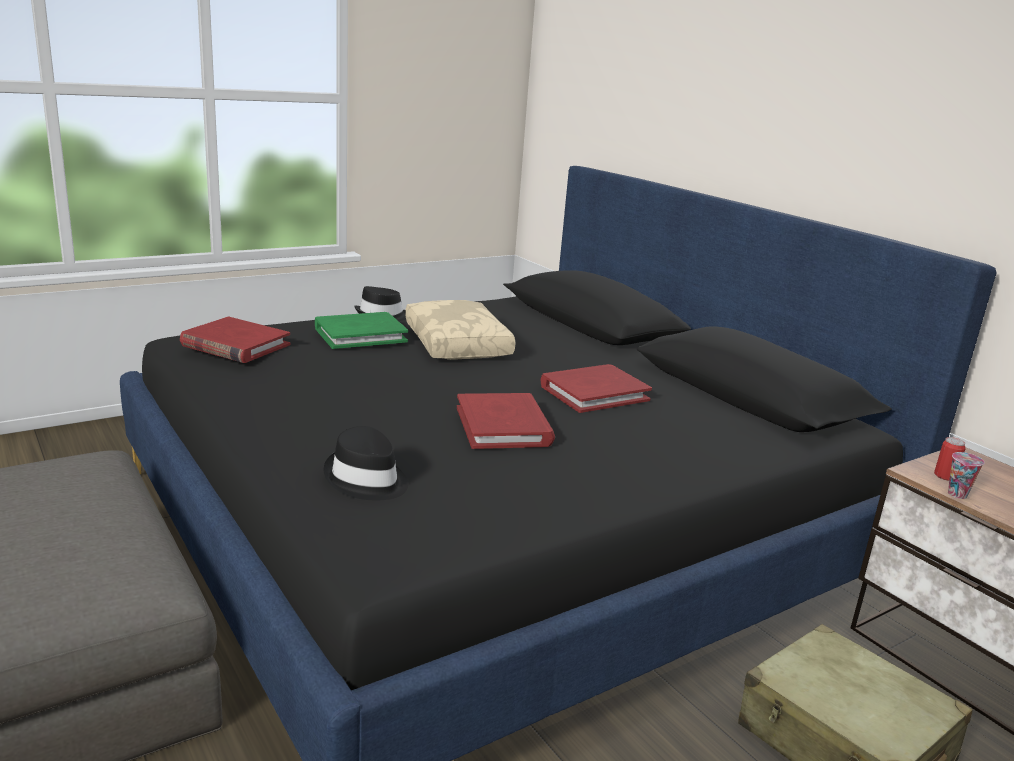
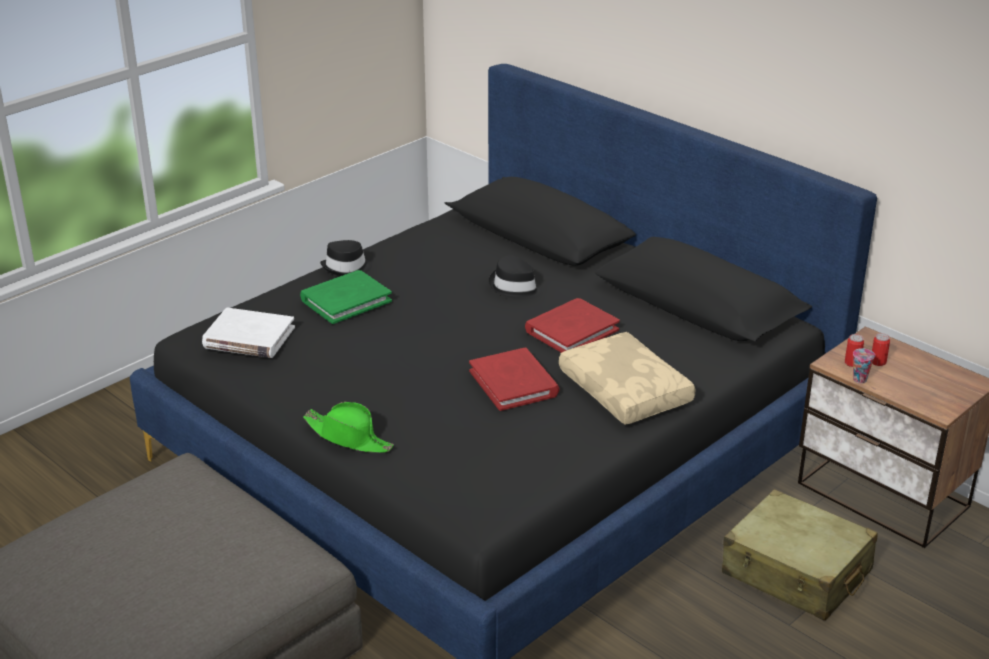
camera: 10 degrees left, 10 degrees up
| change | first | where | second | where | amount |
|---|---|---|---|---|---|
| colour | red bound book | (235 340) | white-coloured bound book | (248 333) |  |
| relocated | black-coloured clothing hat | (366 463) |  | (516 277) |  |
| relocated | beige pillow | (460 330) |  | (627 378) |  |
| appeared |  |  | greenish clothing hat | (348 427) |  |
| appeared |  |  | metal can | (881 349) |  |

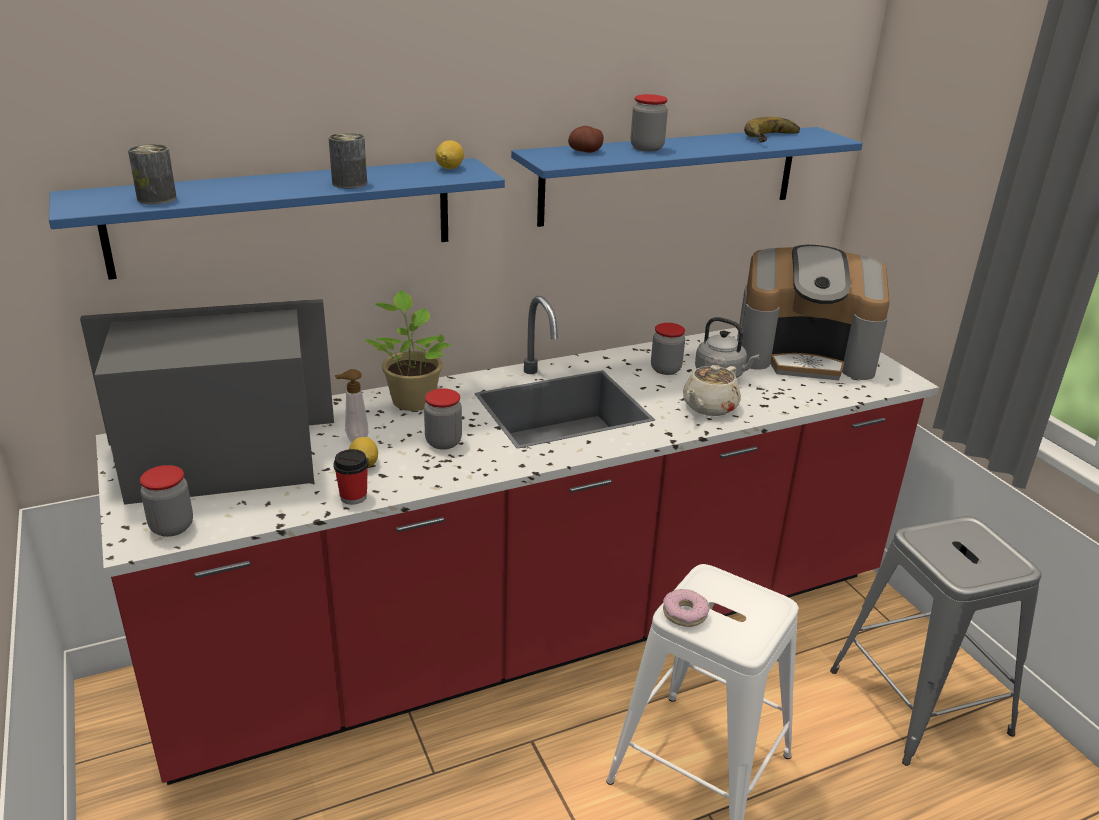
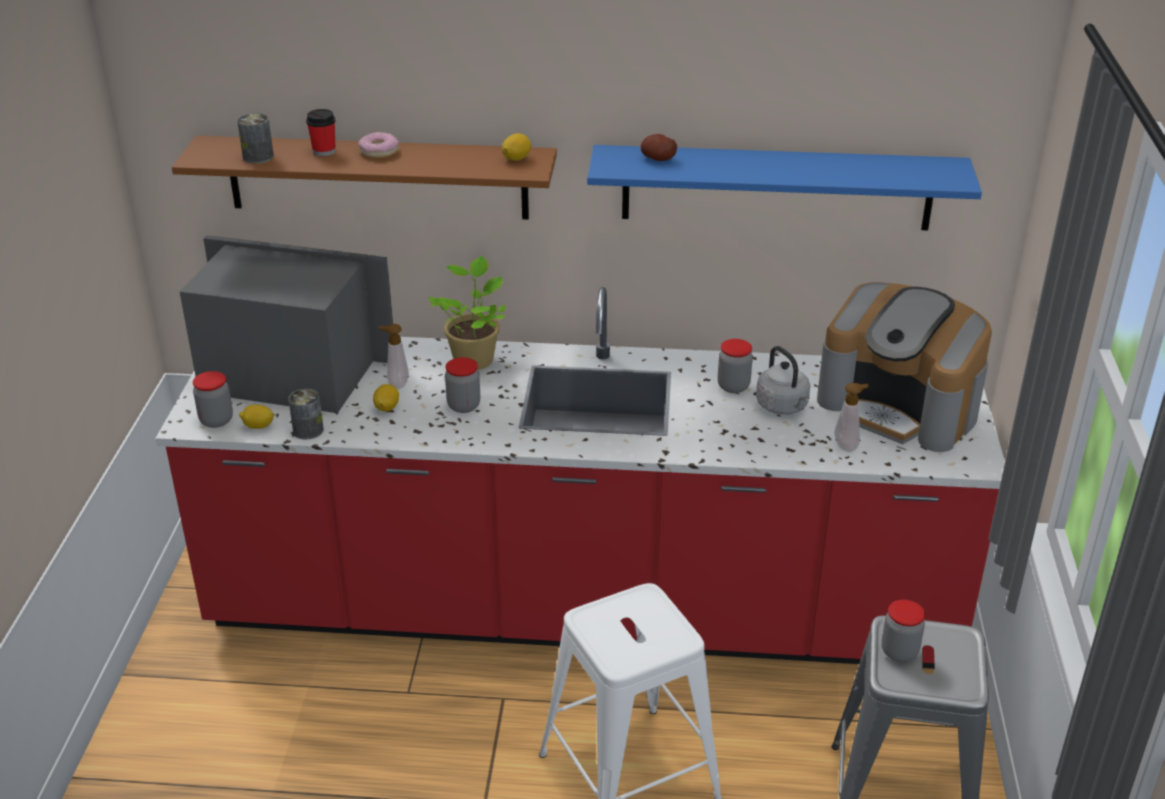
camera: 30 degrees right, 5 degrees up
| change | first | where | second | where | amount |
|---|---|---|---|---|---|
| colour | blue bracket shelf | (277 219) | brown bracket shelf | (364 177) |  |
| relocated | metal can | (347 161) |  | (306 414) |  |
| relocated | drinking cup | (351 477) |  | (321 132) |  |
| relocated | storage jar | (649 123) |  | (903 631) |  |
| relocated | doughnut | (686 608) |  | (378 145) |  |
| missing | beige pot for tea | (712 390) |  |  |  |
| missing | banana | (772 130) |  |  |  |
| appeared |  |  | citrus fruit | (256 417) |  |
| appeared |  |  | liquid soap bottle | (851 417) |  |

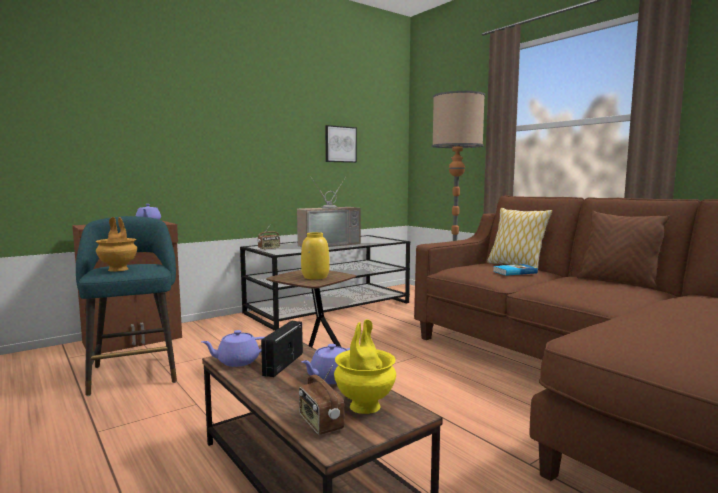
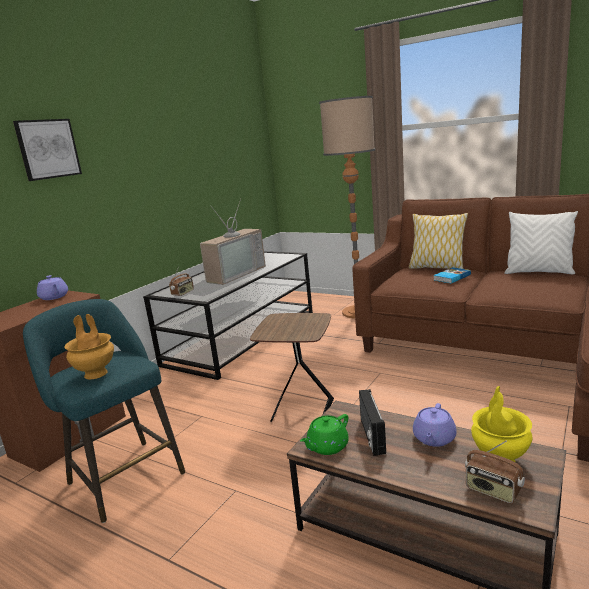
camera: 20 degrees left, 10 degrees up
| change | first | where | second | where | amount |
|---|---|---|---|---|---|
| colour | purple-coloured pot for tea | (232 348) | greenish pot for tea | (324 434) |  |
| missing | yellowish vase | (315 255) |  |  |  |
| relocated | wall picture | (341 144) |  | (47 150) |  |
| colour | brown pillow | (623 249) | white-coloured pillow | (541 242) |  |

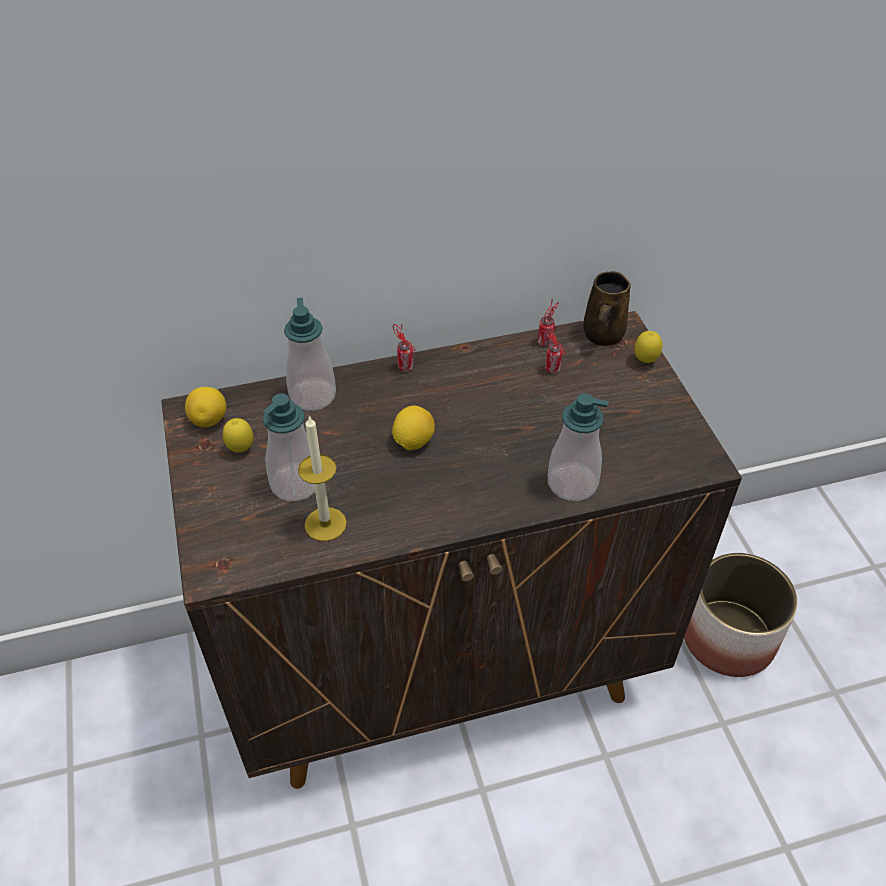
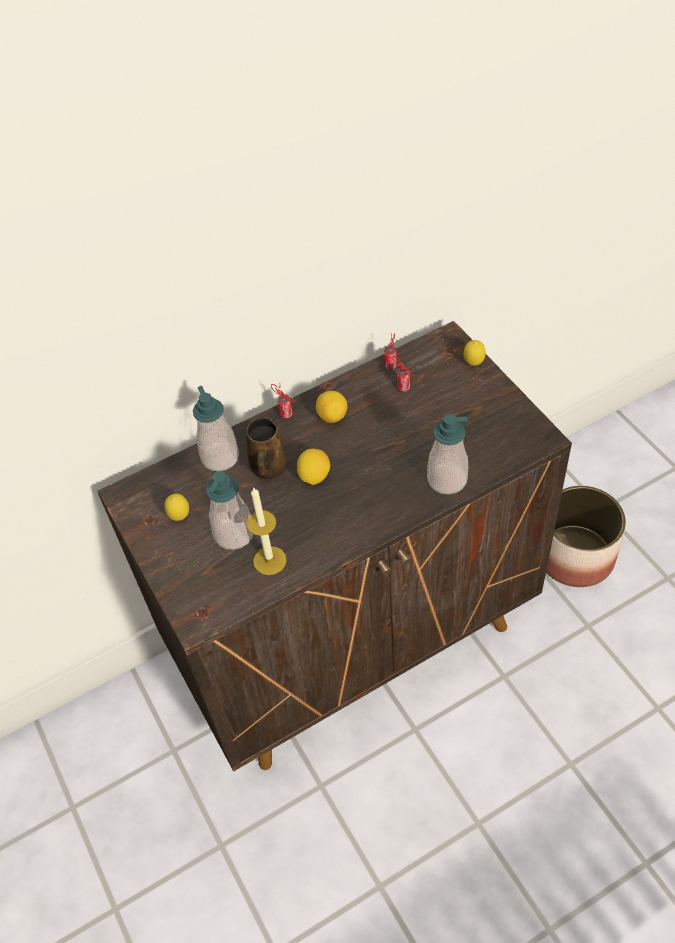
camera: 10 degrees left, 5 degrees up
| change | first | where | second | where | amount |
|---|---|---|---|---|---|
| relocated | citrus fruit | (205 407) |  | (331 407) |  |
| relocated | brown tea mug | (607 308) |  | (266 448) |  |

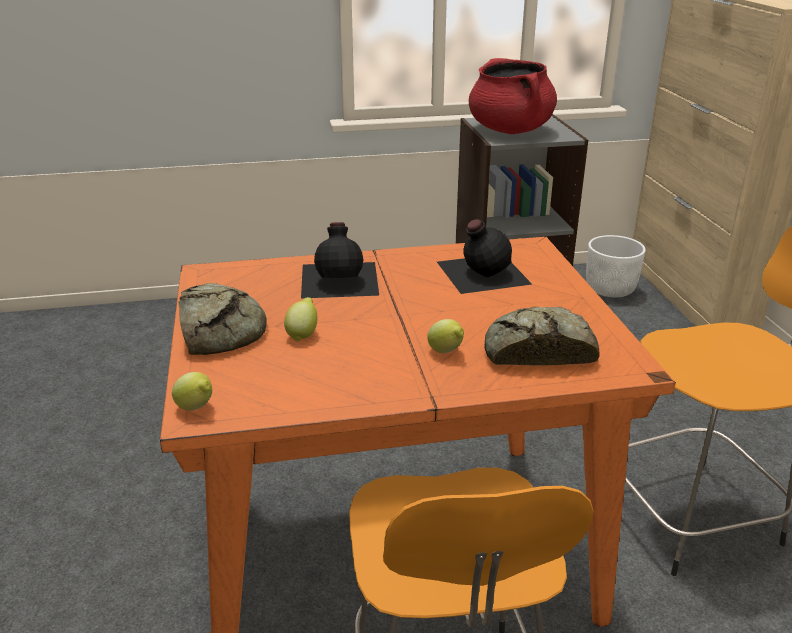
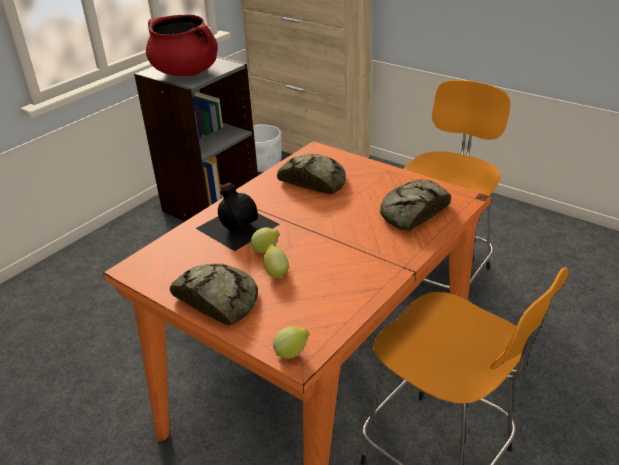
camera: 40 degrees left, 5 degrees up
| change | first | where | second | where | amount |
|---|---|---|---|---|---|
| relocated | citrus fruit | (445 336) |  | (265 240) |  |
| exchanged | black-coloured drink bottle | (484 256) | baked bread | (311 174) |  |

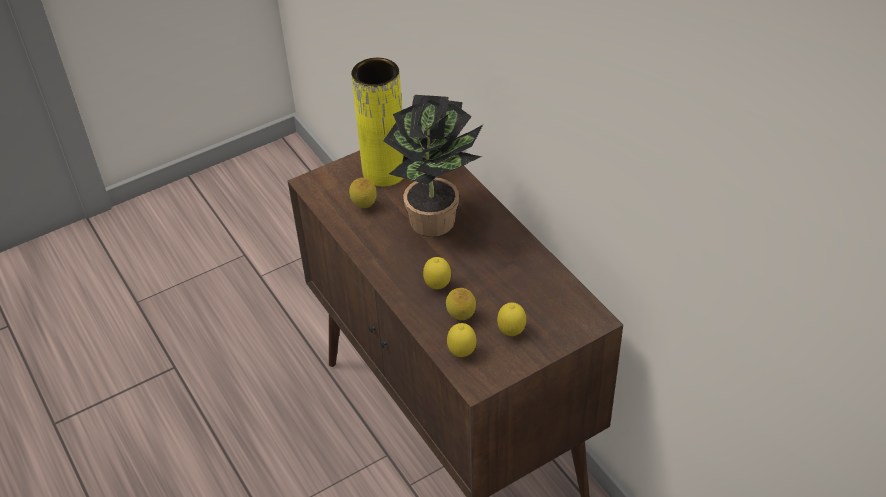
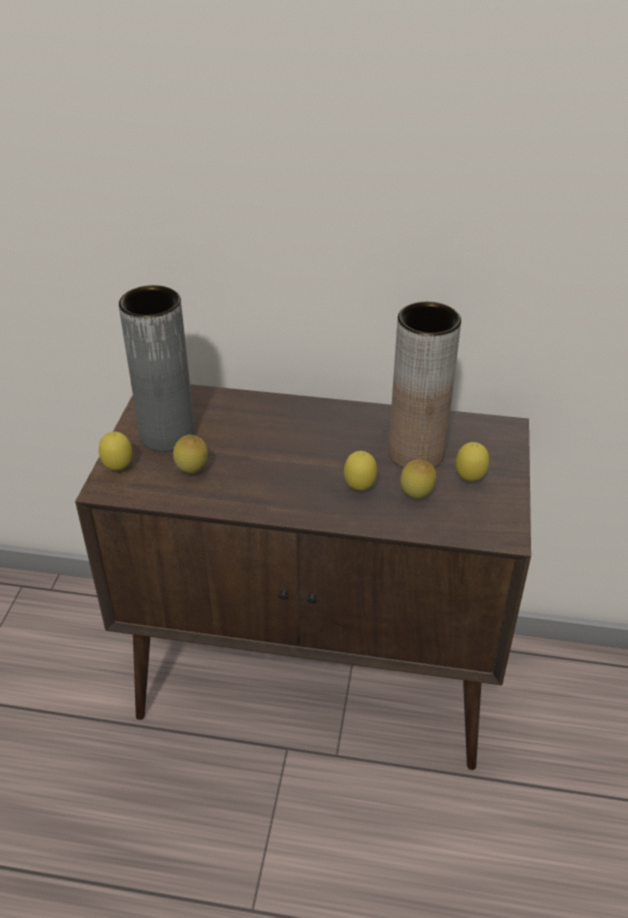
camera: 50 degrees left, 5 degrees down
| change | first | where | second | where | amount |
|---|---|---|---|---|---|
| colour | yellowish vase | (377 122) | gray vase | (157 368) |  |
| missing | potted plant | (433 166) |  |  |  |
| relocated | citrus fruit | (461 340) |  | (115 451) |  |
| appeared |  |  | brown vase | (425 385) |  |

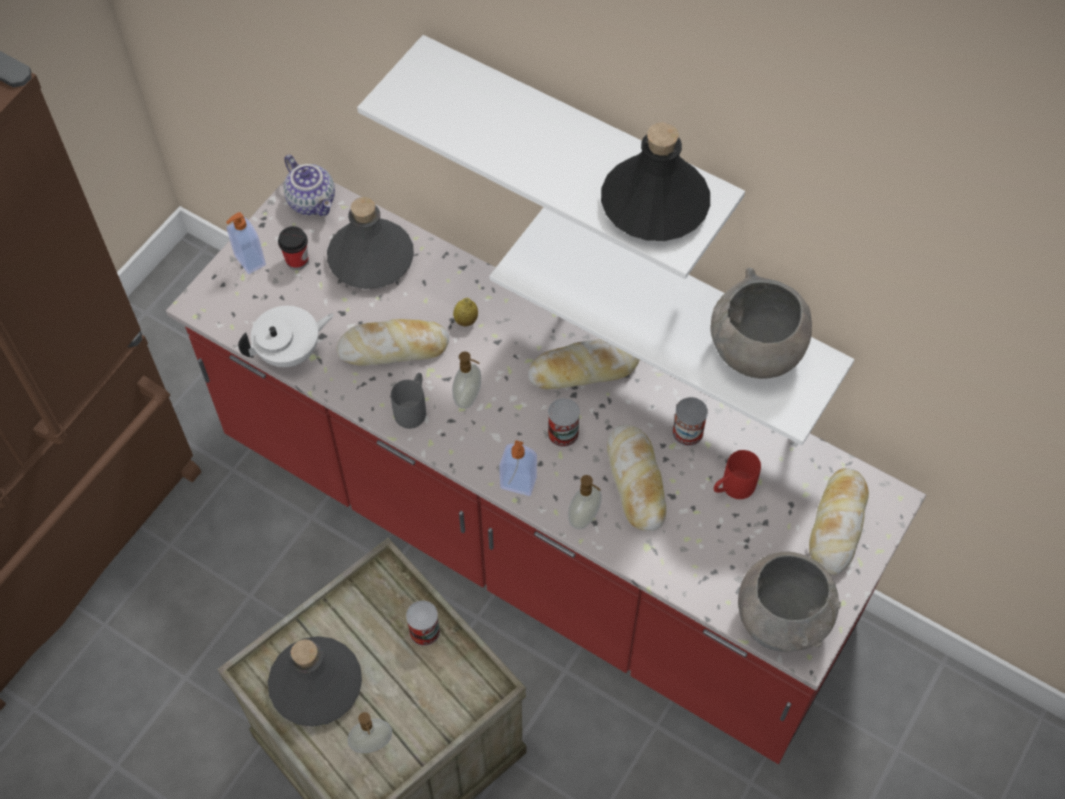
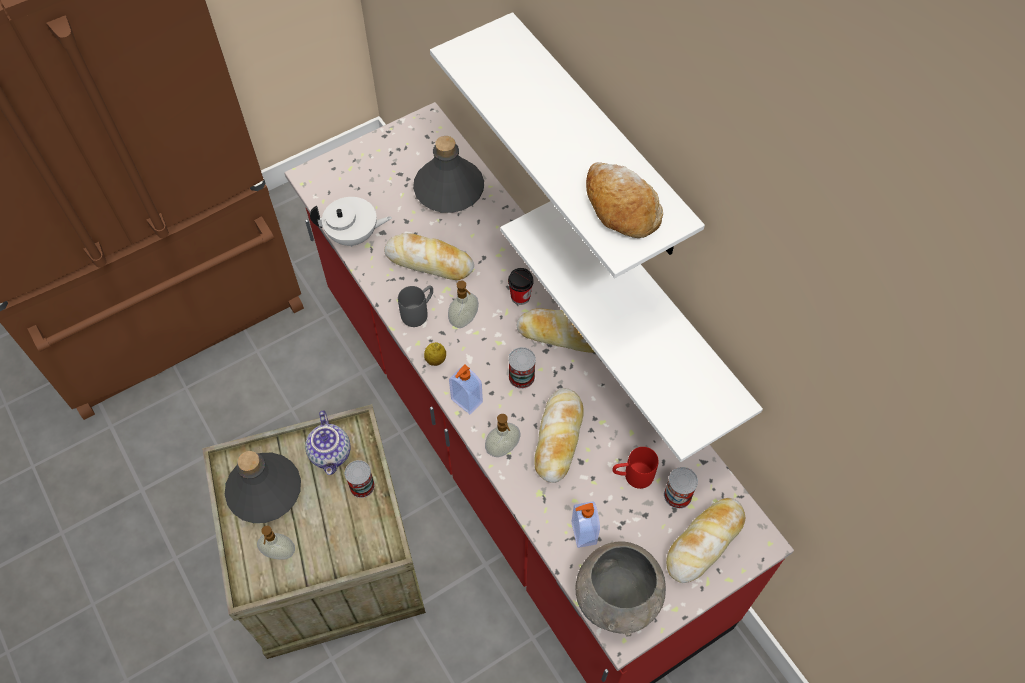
camera: 25 degrees right, 0 degrees up
| change | first | where | second | where | amount |
|---|---|---|---|---|---|
| relocated | liquid soap bottle | (246 243) |  | (586 524) |  |
| relocated | drinking cup | (293 248) |  | (521 286) |  |
| relocated | pot for tea | (309 185) |  | (328 442) |  |
| relocated | citrus fruit | (465 312) |  | (435 354) |  |
| exchanged | black-coloured drink bottle | (655 181) | baked bread | (624 200) |  |
| relocated | metal can | (690 421) |  | (681 488) |  |
| missing | gray serving bowl | (761 323) |  |  |  |

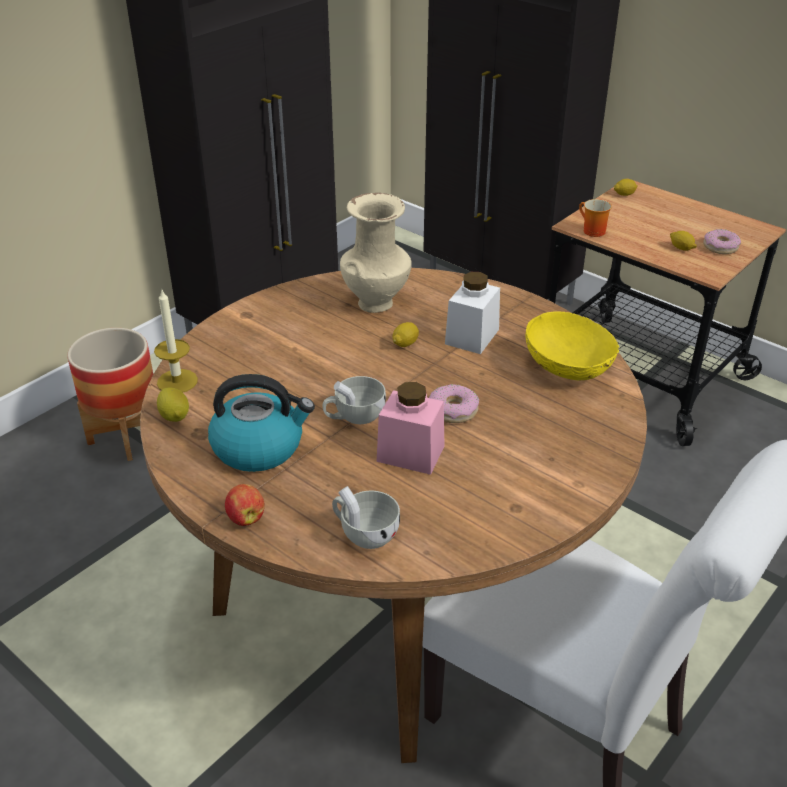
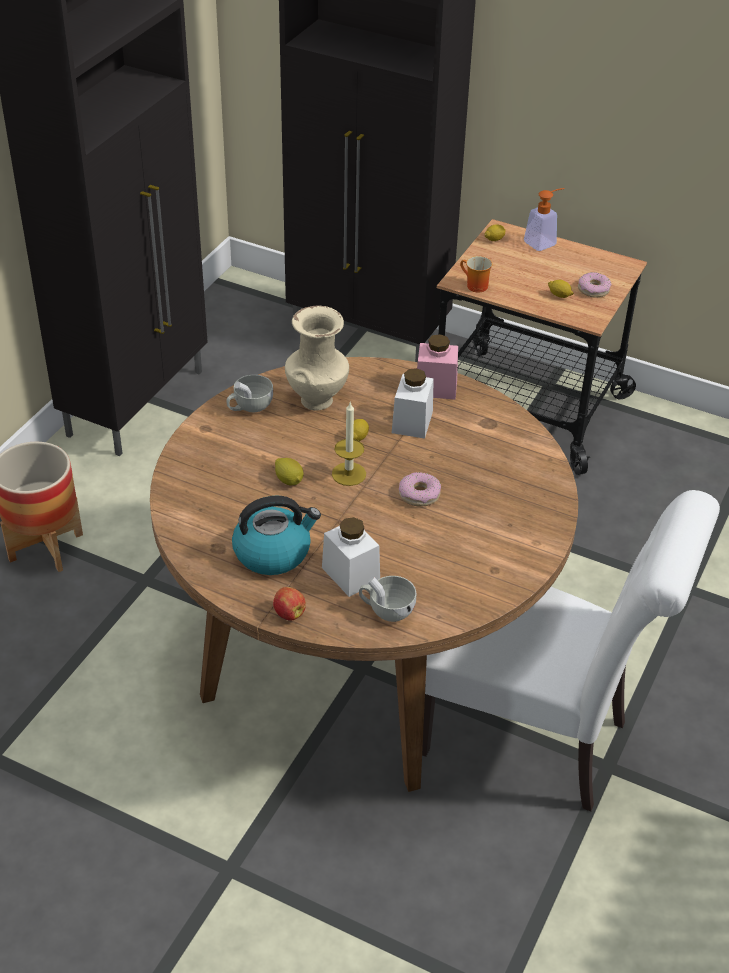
camera: 15 degrees left, 5 degrees up
| change | first | where | second | where | amount |
|---|---|---|---|---|---|
| relocated | candle | (176 340) |  | (349 444) |  |
| relocated | citrus fruit | (173 405) |  | (289 471) |  |
| relocated | white-coloured drinking cup | (354 400) |  | (249 393) |  |
| relocated | pink storage jar | (411 428) |  | (437 367) |  |
| missing | yellowish serving bowl | (572 345) |  |  |  |
| appeared |  |  | white-coloured storage jar | (351 557) |  |
| appeared |  |  | liquid soap bottle | (544 219) |  |

